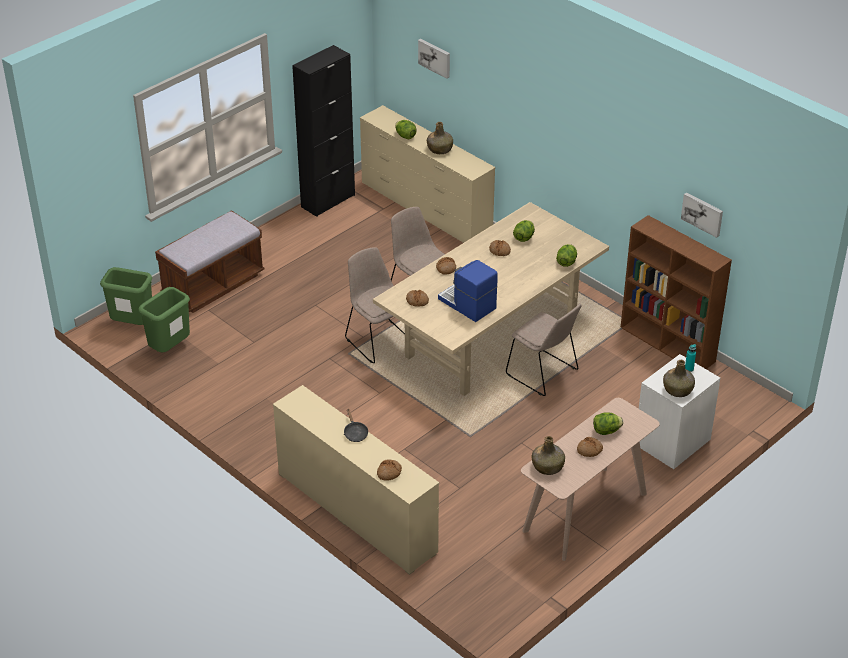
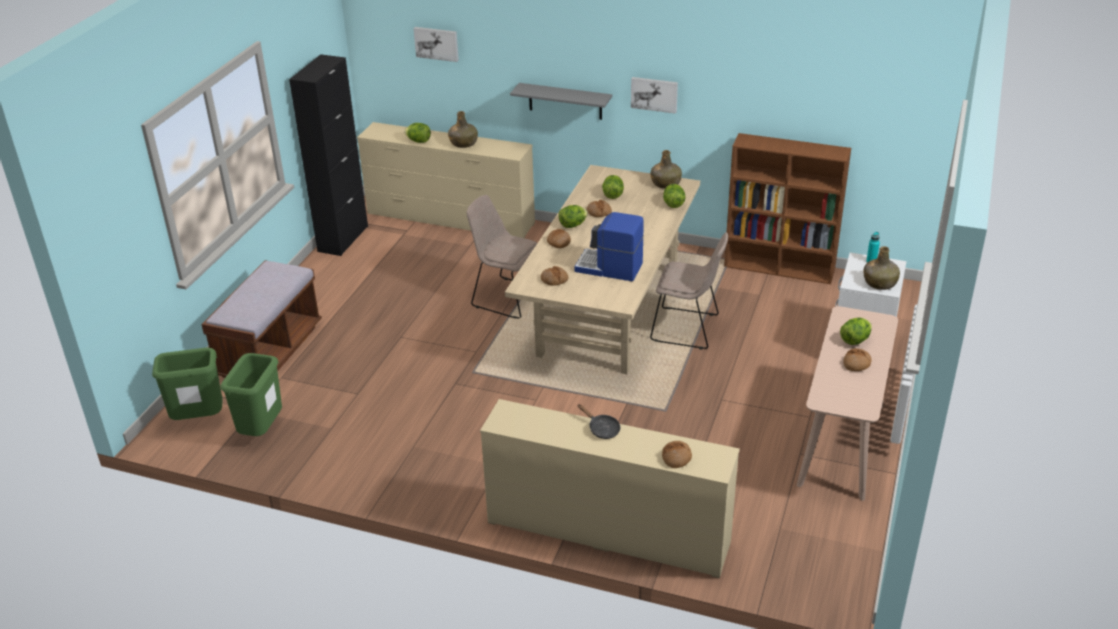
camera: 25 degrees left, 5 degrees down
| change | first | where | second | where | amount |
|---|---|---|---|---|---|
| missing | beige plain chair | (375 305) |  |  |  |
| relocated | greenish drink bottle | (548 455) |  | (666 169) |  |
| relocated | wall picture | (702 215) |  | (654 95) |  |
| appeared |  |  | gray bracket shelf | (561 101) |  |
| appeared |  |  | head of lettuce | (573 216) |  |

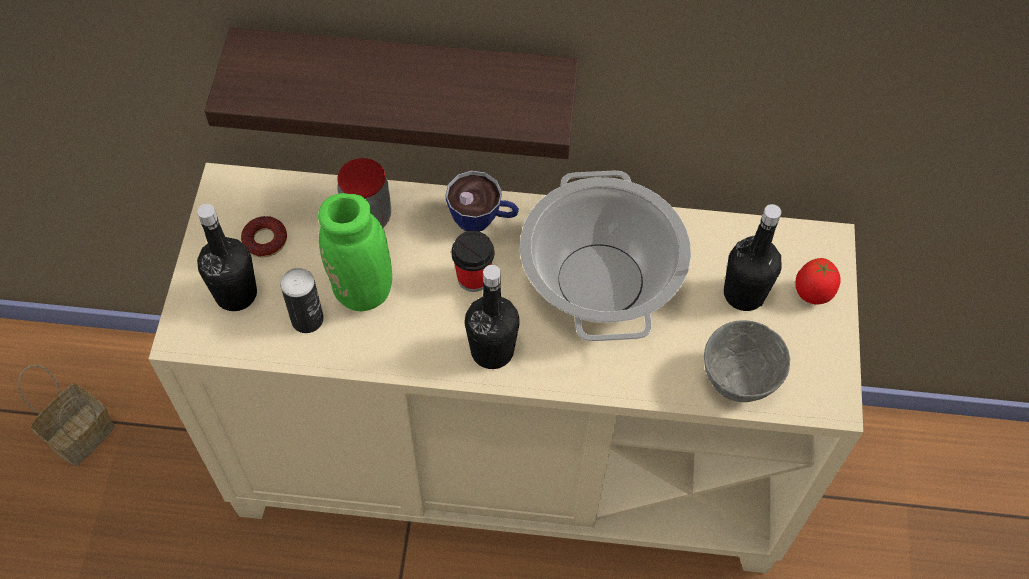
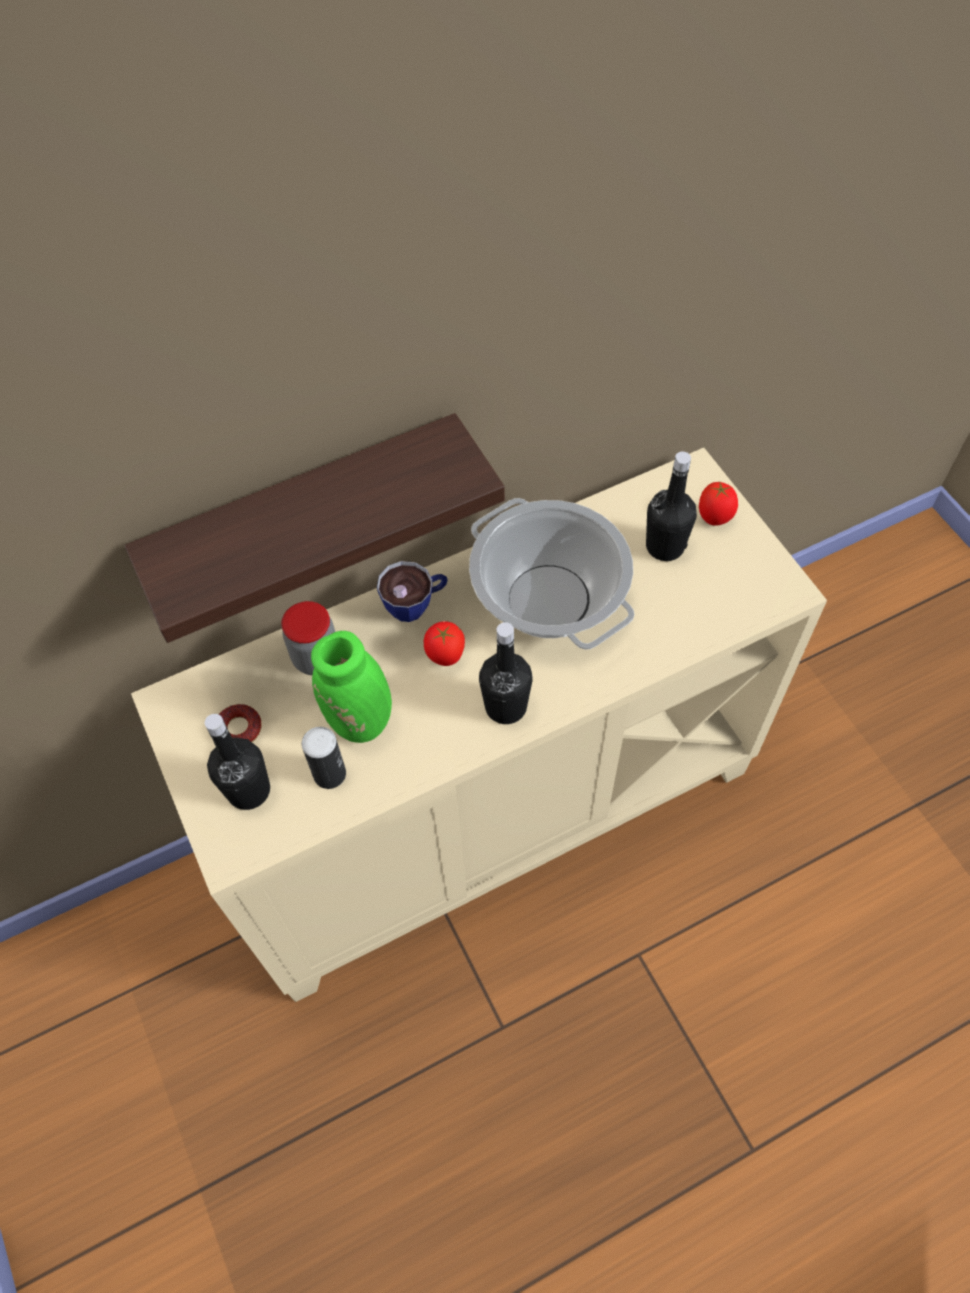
camera: 30 degrees left, 0 degrees up
| change | first | where | second | where | amount |
|---|---|---|---|---|---|
| missing | basket | (66 415) |  |  |  |
| exchanged | drinking cup | (473 261) | whole tomato | (444 643) |  |
| missing | gray serving bowl | (747 361) |  |  |  |

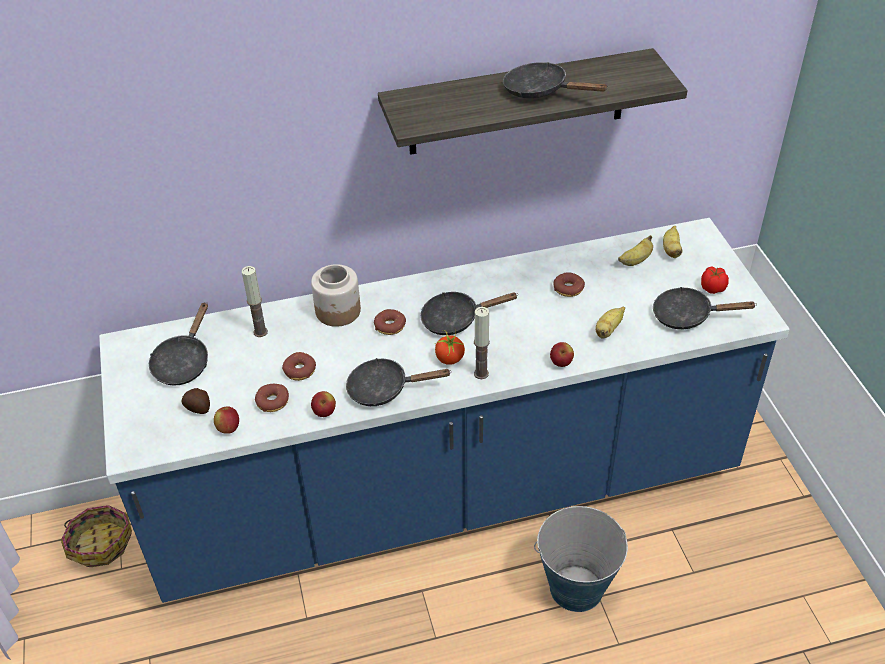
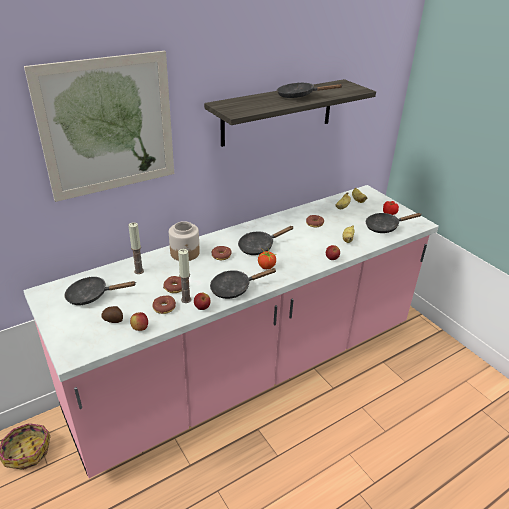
camera: 20 degrees left, 10 degrees down
| change | first | where | second | where | amount |
|---|---|---|---|---|---|
| colour | blue kitchen base unit | (444 410) | pink kitchen base unit | (231 331) |  |
| spun | black-coloured frying pan | (178 344) |  | (100 291) | 90 degrees clockwise |
| relocated | candle | (482 343) |  | (184 276) |  |
| missing | pail | (581 559) |  |  |  |
| appeared |  |  | wall picture | (99 126) |  |

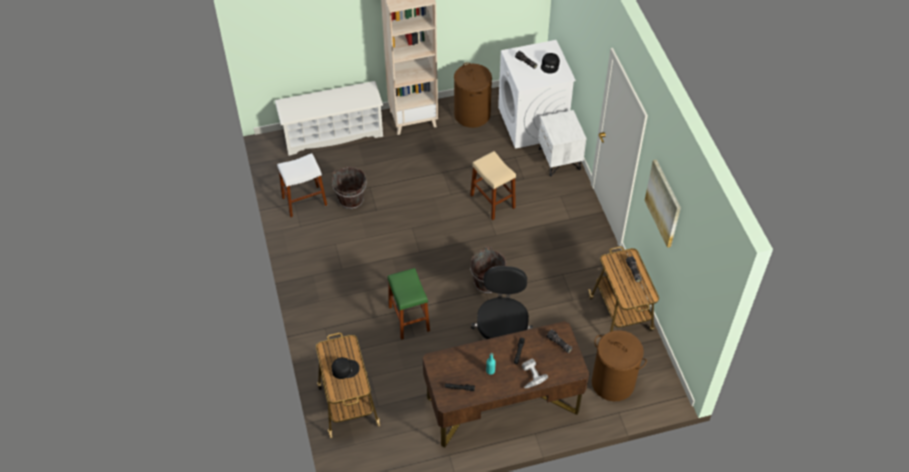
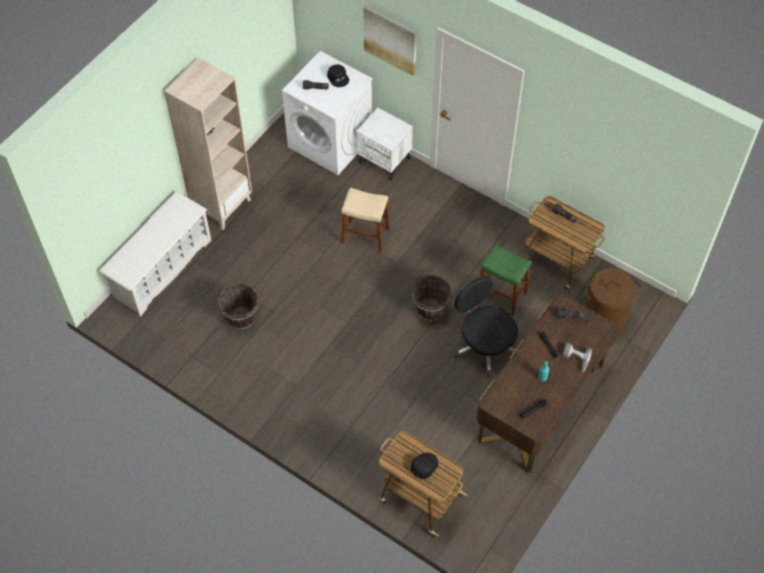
camera: 40 degrees left, 5 degrees up
| change | first | where | second | where | amount |
|---|---|---|---|---|---|
| missing | white-coloured stool | (302 185) |  |  |  |
| relocated | greenish stool | (409 304) |  | (506 279) |  |
| missing | brown washing basket | (473 95) |  |  |  |
| relocated | wall picture | (663 203) |  | (390 41) |  |

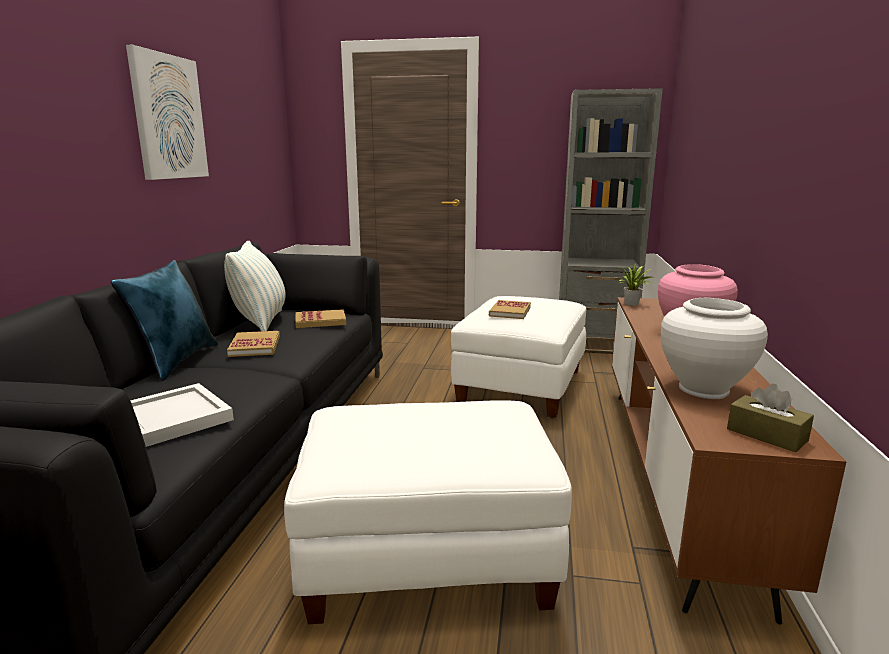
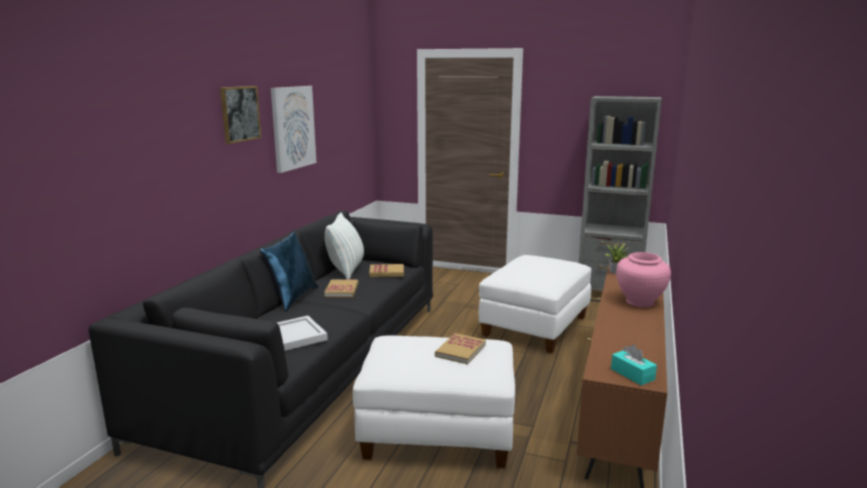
camera: 10 degrees right, 0 degrees up
| change | first | where | second | where | amount |
|---|---|---|---|---|---|
| relocated | bound book | (510 309) |  | (460 348) |  |
| missing | white-coloured vase | (714 348) |  |  |  |
| colour | brown tissue box | (770 418) | turquoise-coloured tissue box | (634 364) |  |
| appeared |  |  | wall picture | (240 115) |  |

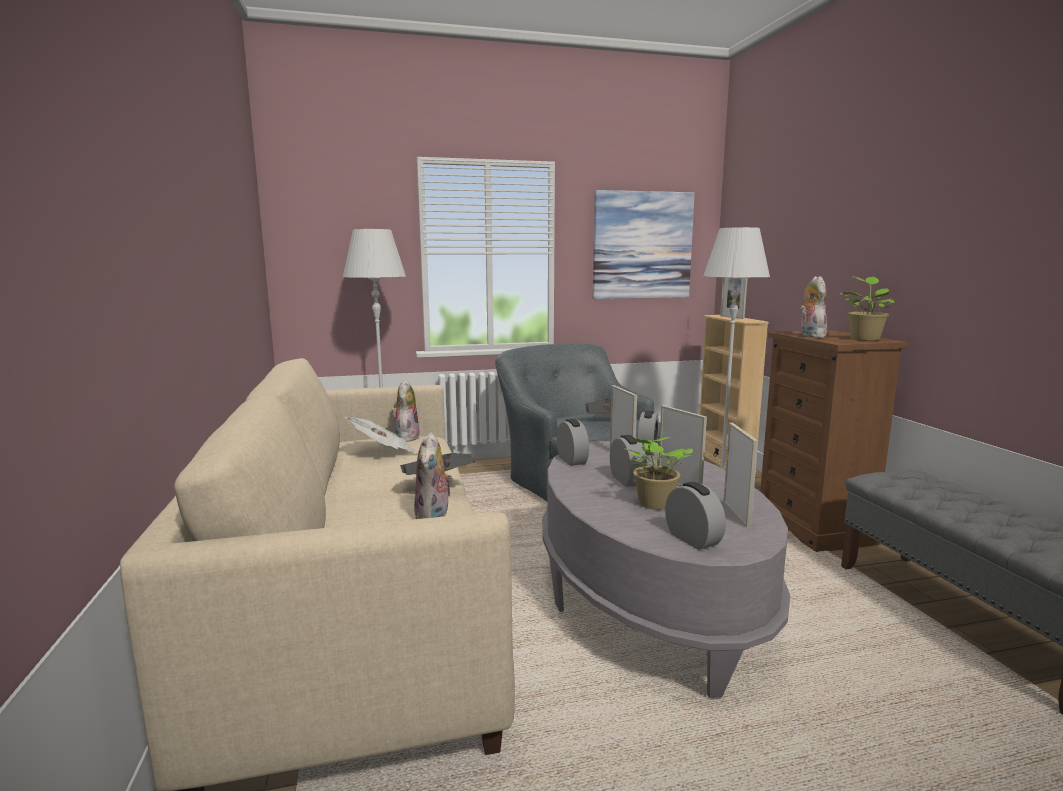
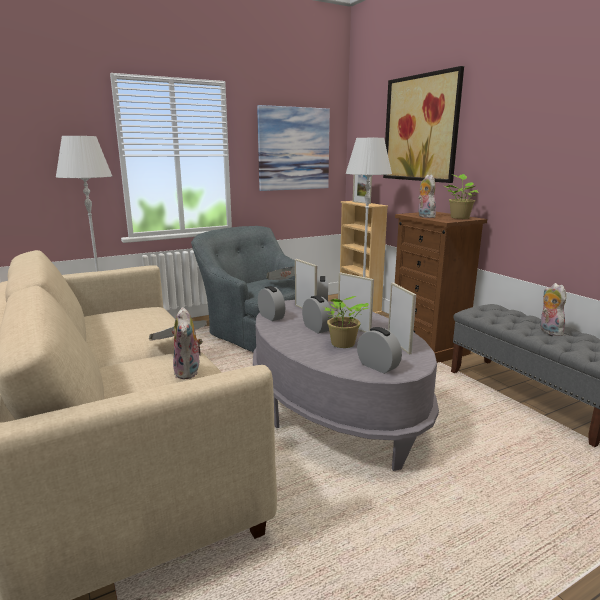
camera: 15 degrees left, 5 degrees up
| change | first | where | second | where | amount |
|---|---|---|---|---|---|
| missing | printed paper | (381 434) |  |  |  |
| relocated | cuddly toy | (405 411) |  | (553 309) |  |
| appeared |  |  | wall picture | (423 124) |  |

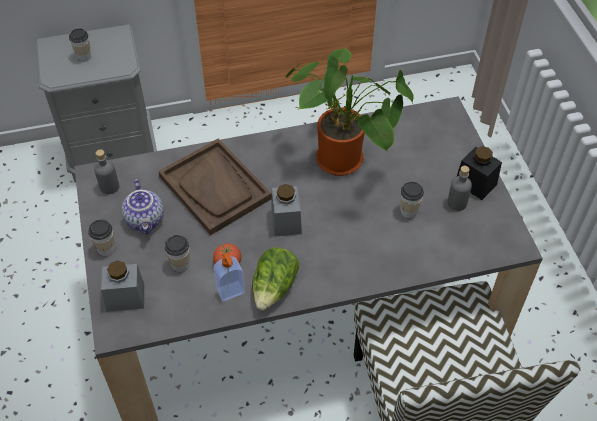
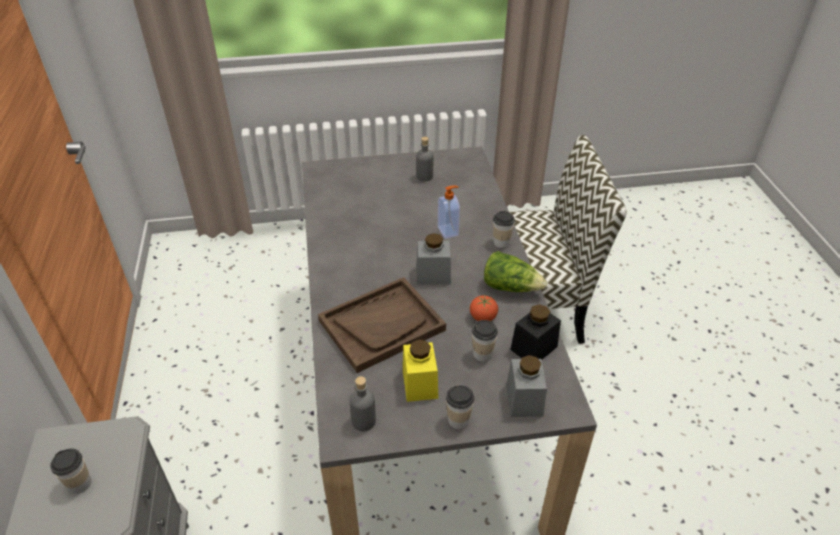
camera: 85 degrees left, 10 degrees down
| change | first | where | second | where | amount |
|---|---|---|---|---|---|
| exchanged | pot for tea | (143 207) | yellowish storage jar | (420 371) |  |
| relocated | liquid soap bottle | (229 277) |  | (449 212) |  |
| missing | potted plant | (349 111) |  |  |  |
| relocated | drinking cup | (412 200) |  | (504 229) |  |
| relocated | black-coloured storage jar | (479 173) |  | (535 332) |  |

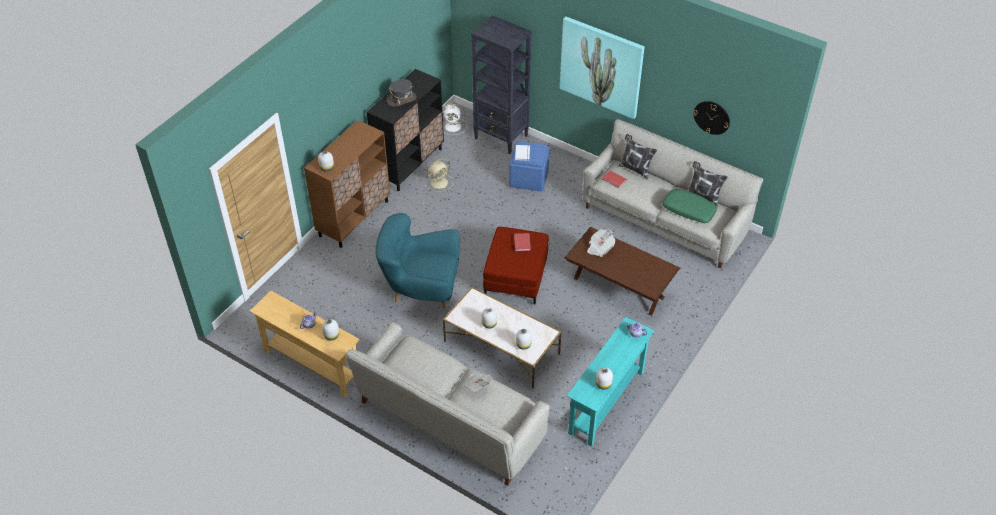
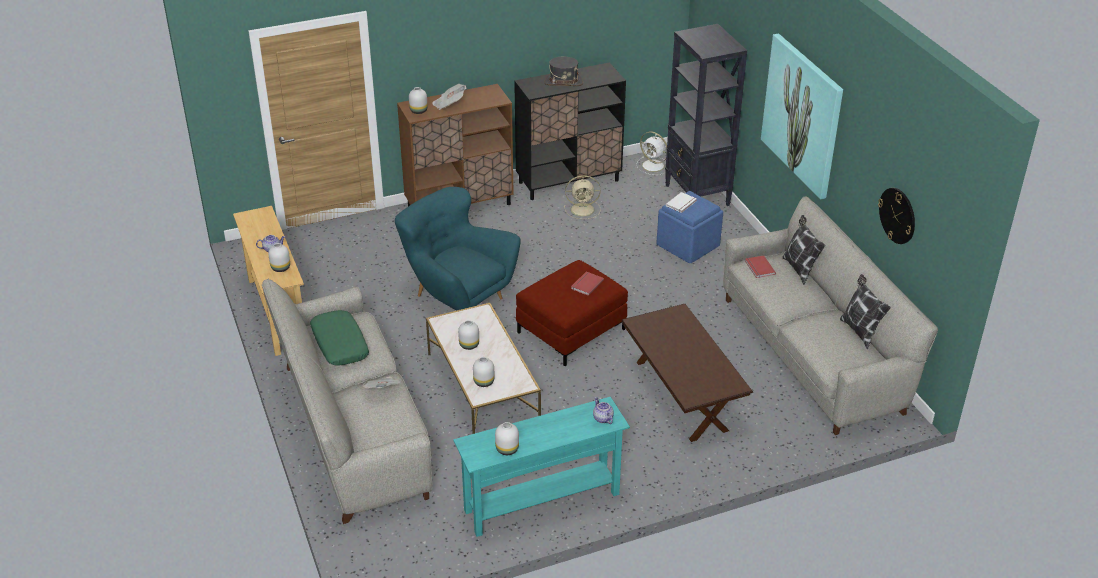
camera: 35 degrees right, 10 degrees down
| change | first | where | second | where | amount |
|---|---|---|---|---|---|
| relocated | printed paper | (601 243) |  | (449 97) |  |
| relocated | greenish pillow | (690 206) |  | (339 337) |  |

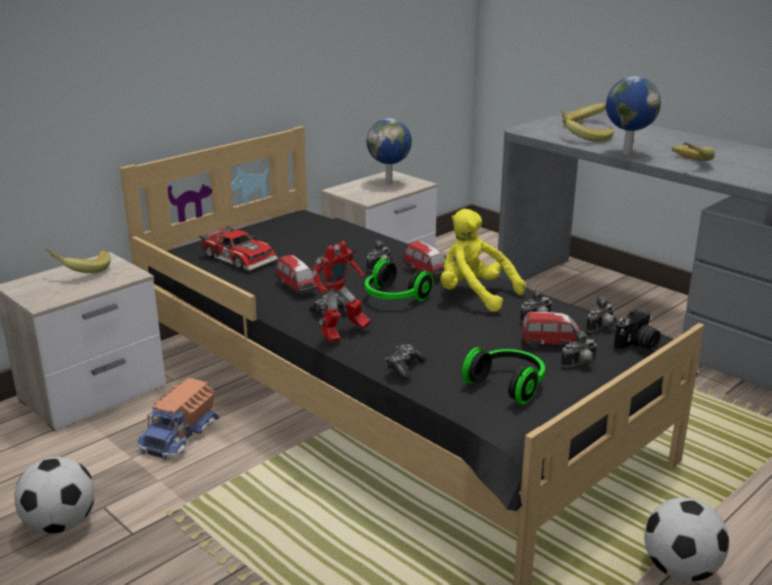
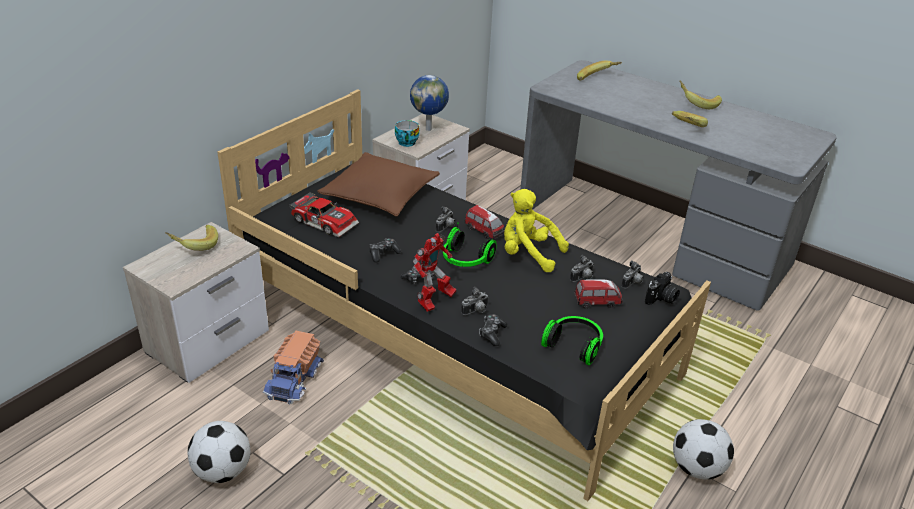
camera: 10 degrees left, 10 degrees up
| change | first | where | second | where | amount |
|---|---|---|---|---|---|
| exchanged | model car | (297 275) | game controller | (386 250) |  |
| relocated | banana | (587 126) |  | (701 95) |  |
| relocated | photo camera | (579 348) |  | (475 301) |  |
| missing | desk globe | (633 115) |  |  |  |
| appeared |  |  | brown pillow | (378 184) |  |
| appeared |  |  | drinking cup | (407 133) |  |

